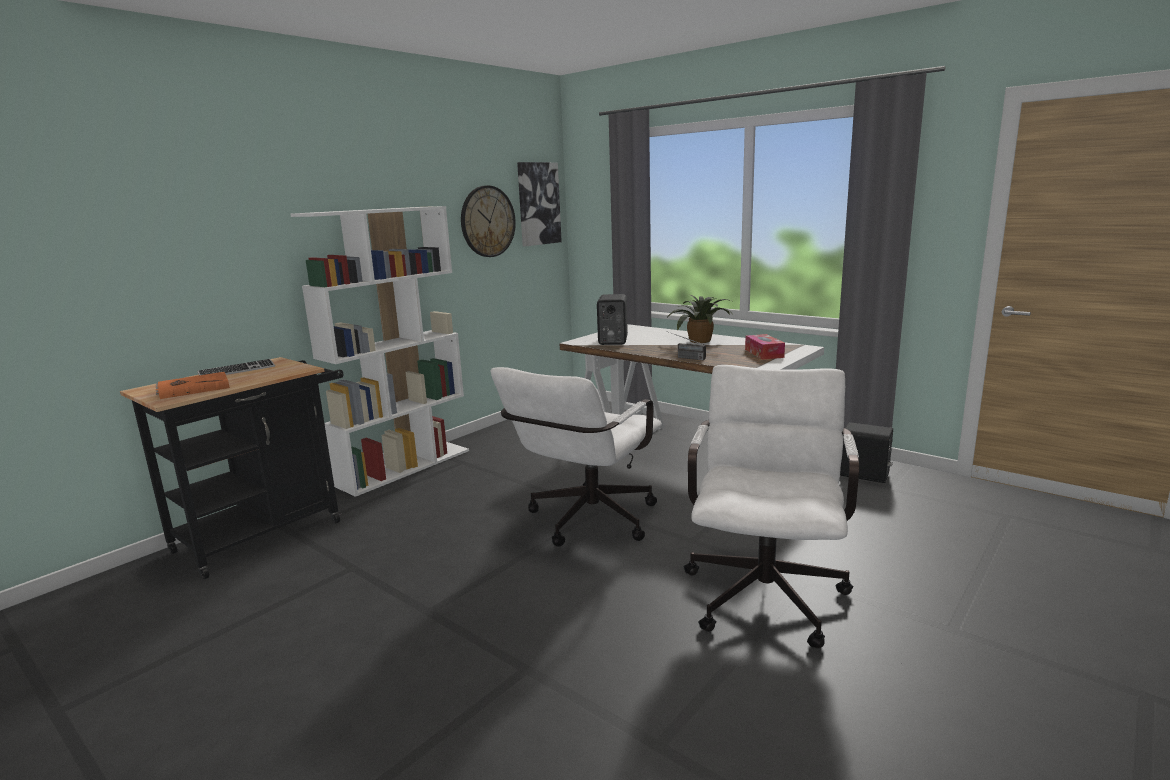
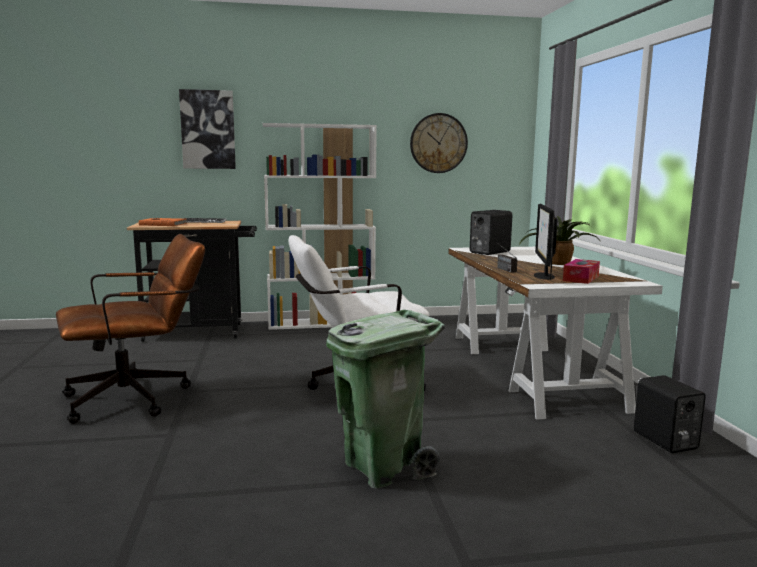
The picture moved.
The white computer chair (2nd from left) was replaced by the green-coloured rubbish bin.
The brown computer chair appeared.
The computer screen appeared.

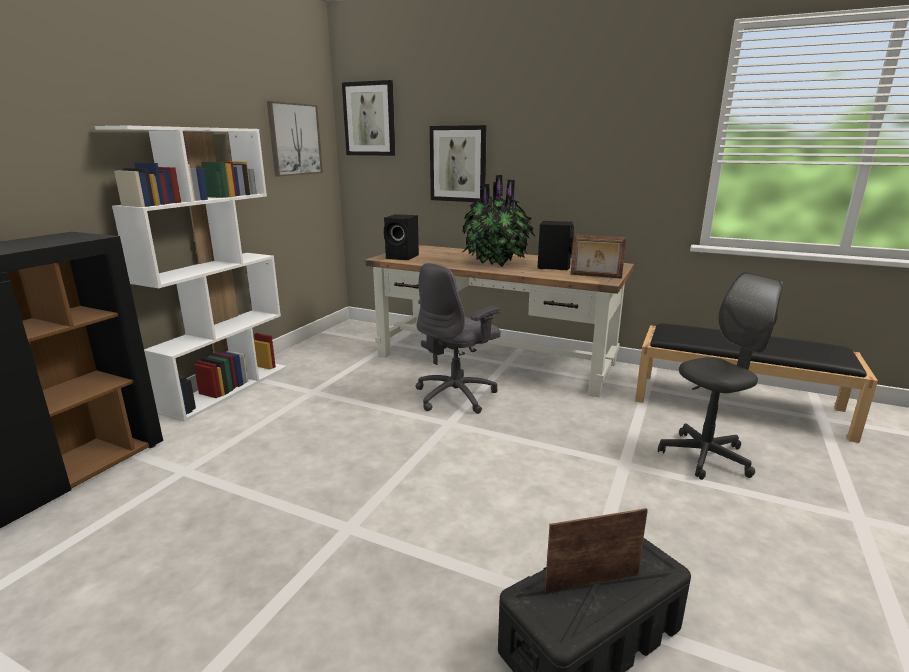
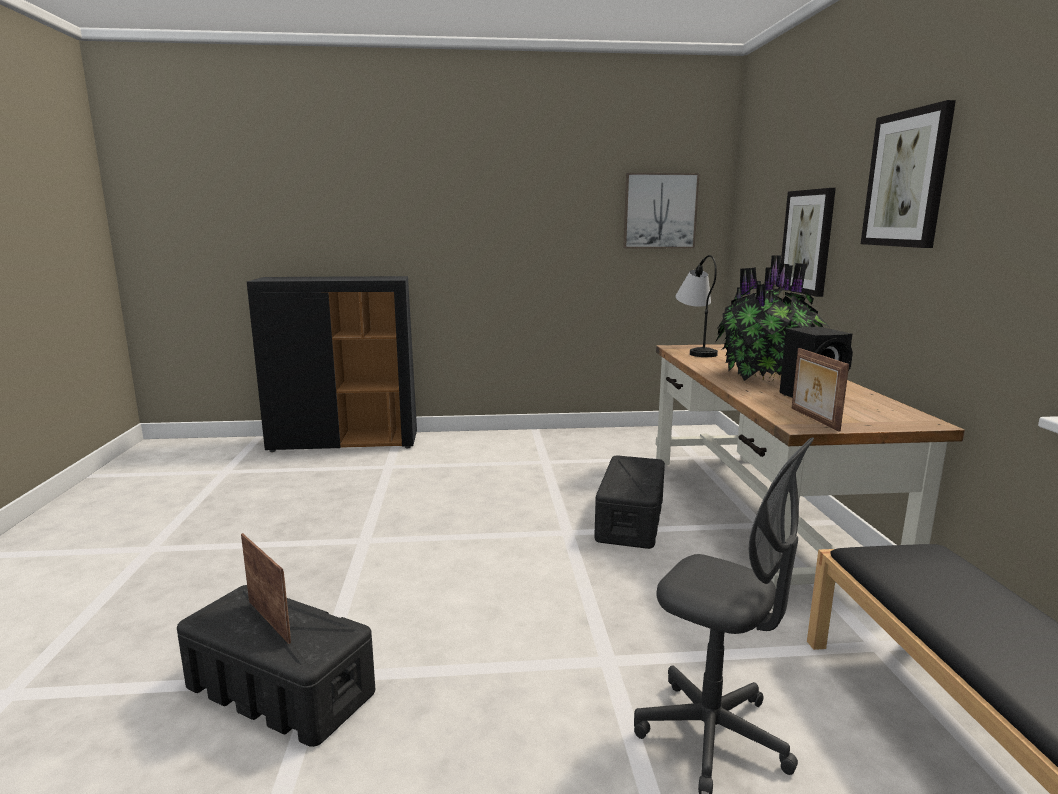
The white shelving unit disappeared.
The picture (2nd from left in the first image) moved.
The blackish audio speaker (1st from left) was replaced by the table lamp.
The grey computer chair (1st from left) was replaced by the blackish storage bin (2nd from left).

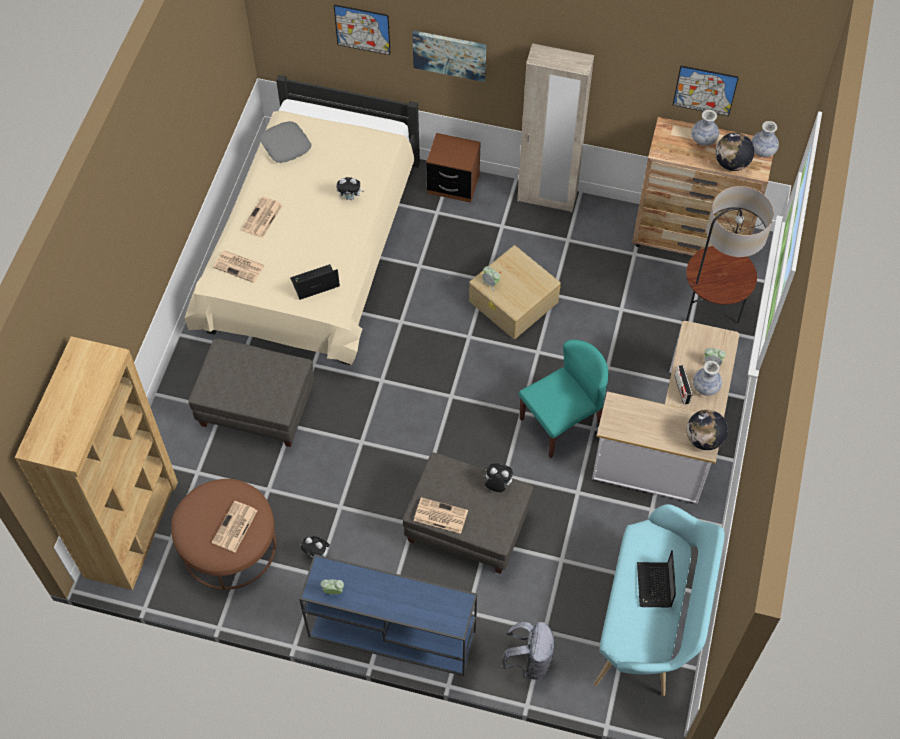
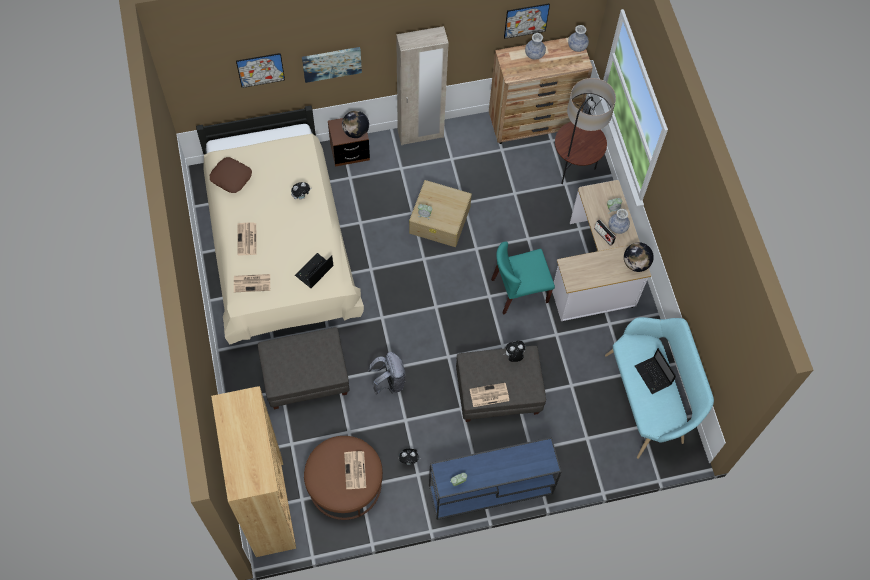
The grey cushion became the brown cushion.
The grey rucksack moved.
The blue-green plain chair turned 135 degrees counterclockwise.
The globe (2nd from left in the first image) moved.

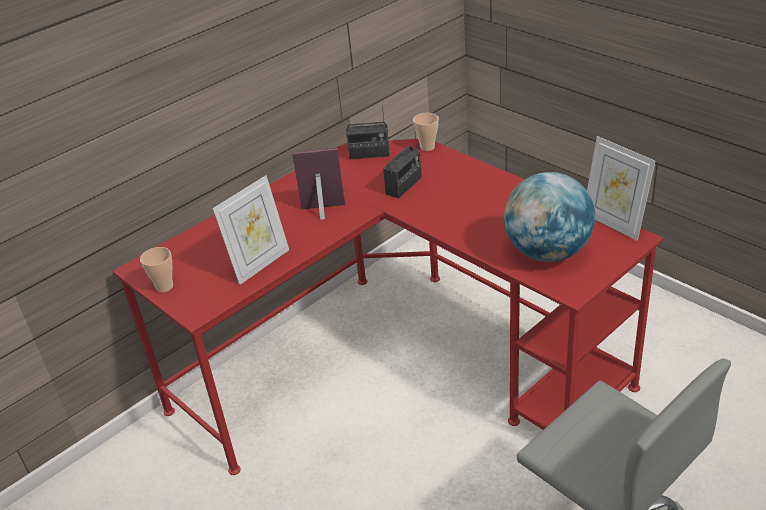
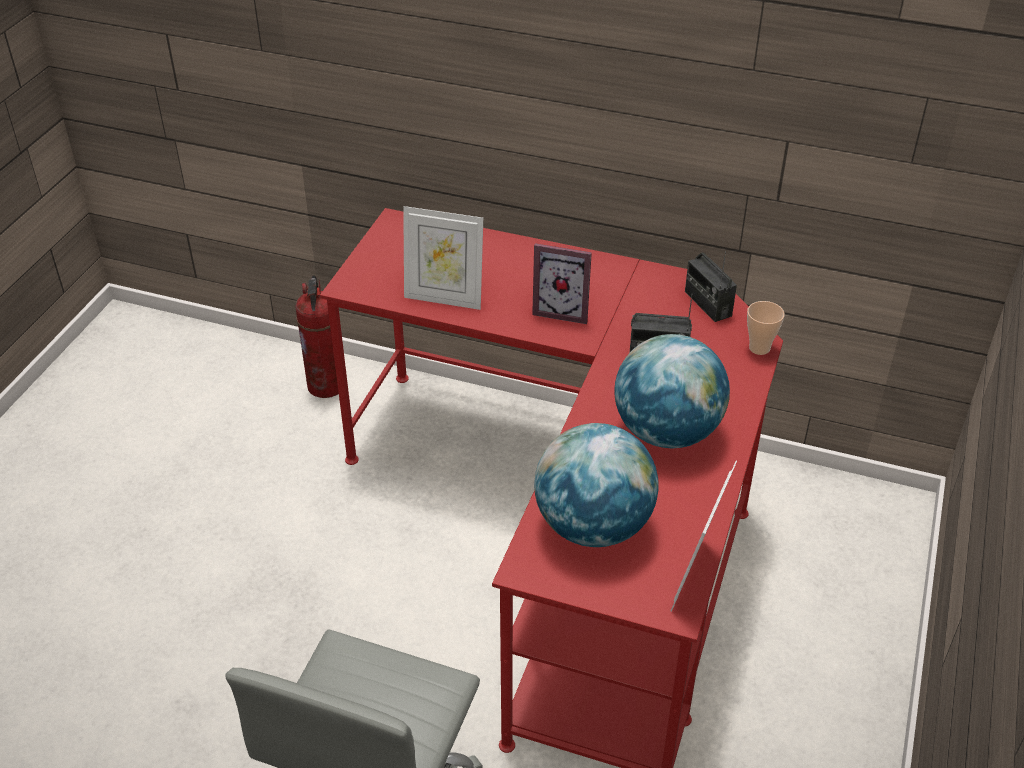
The small cup (1st from left) disappeared.
The photo frame (2nd from left) turned 135 degrees clockwise.
The fire-fighting cylinder appeared.
The globe (2nd from left) appeared.

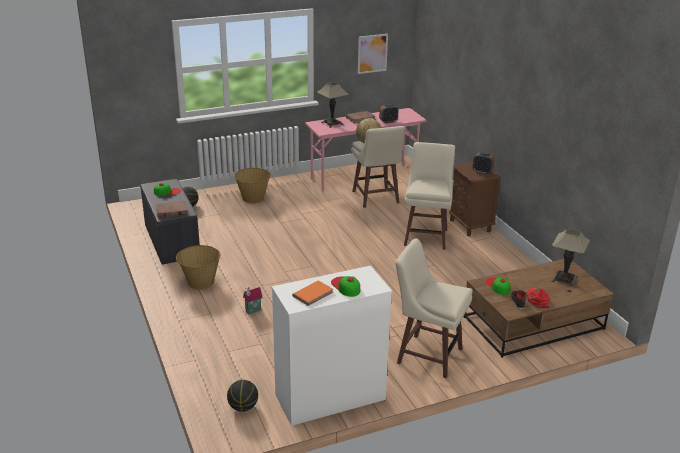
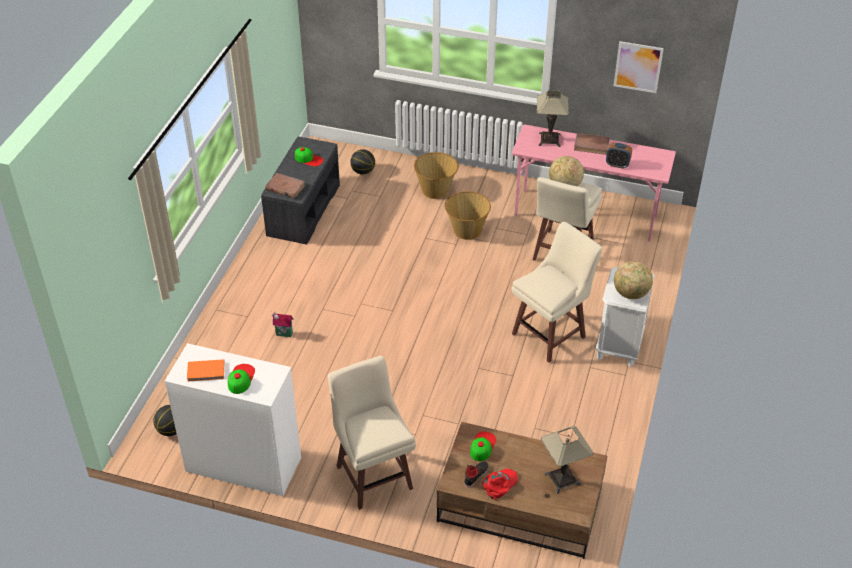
The basket (1st from left in the first image) moved.
The brown nightstand became the white nightstand.
The alarm clock (2nd from left) was replaced by the globe (2nd from left).

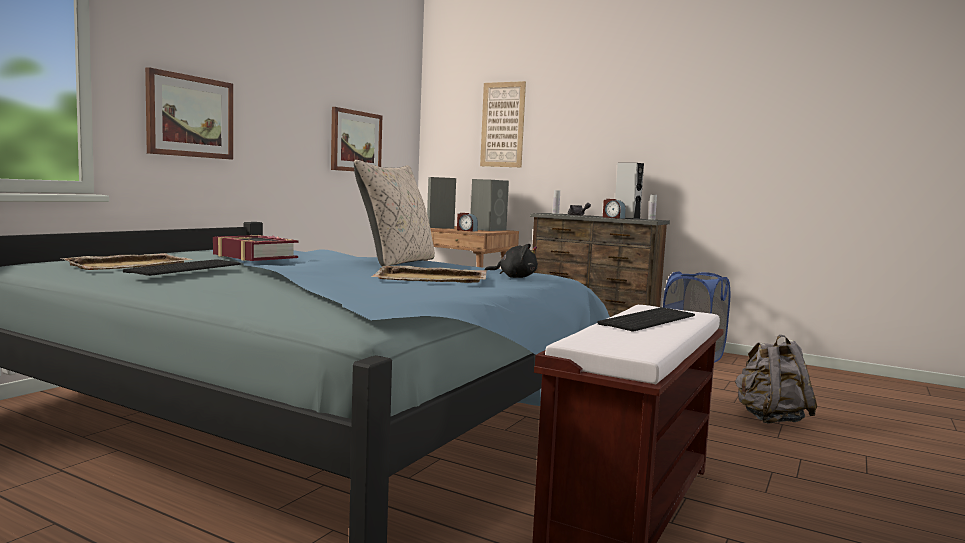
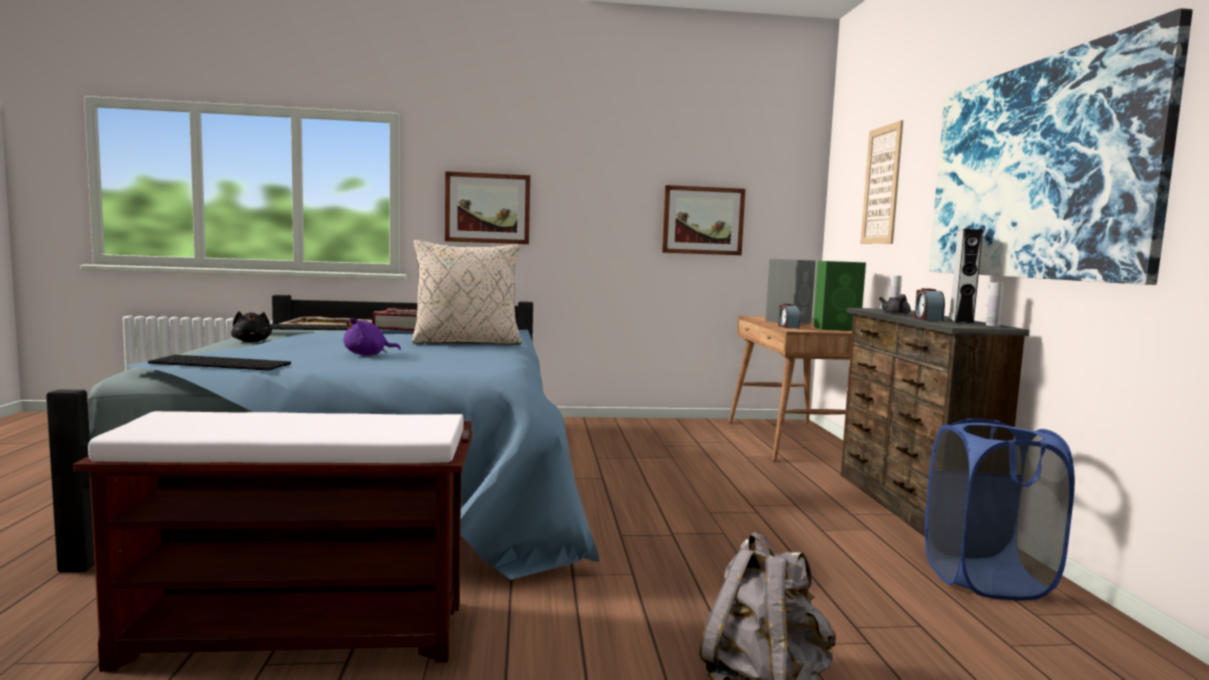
The sand-coloured serving tray (2nd from left) was replaced by the purple-coloured soft toy.
The grey audio speaker (2nd from left) became the green-coloured audio speaker.
The blackish soft toy moved.
The computer keyboard (2nd from left in the first image) moved.
The picture (4th from left) appeared.

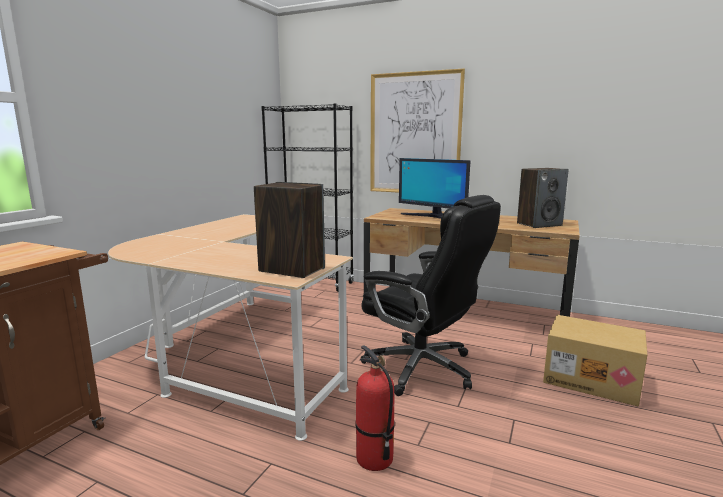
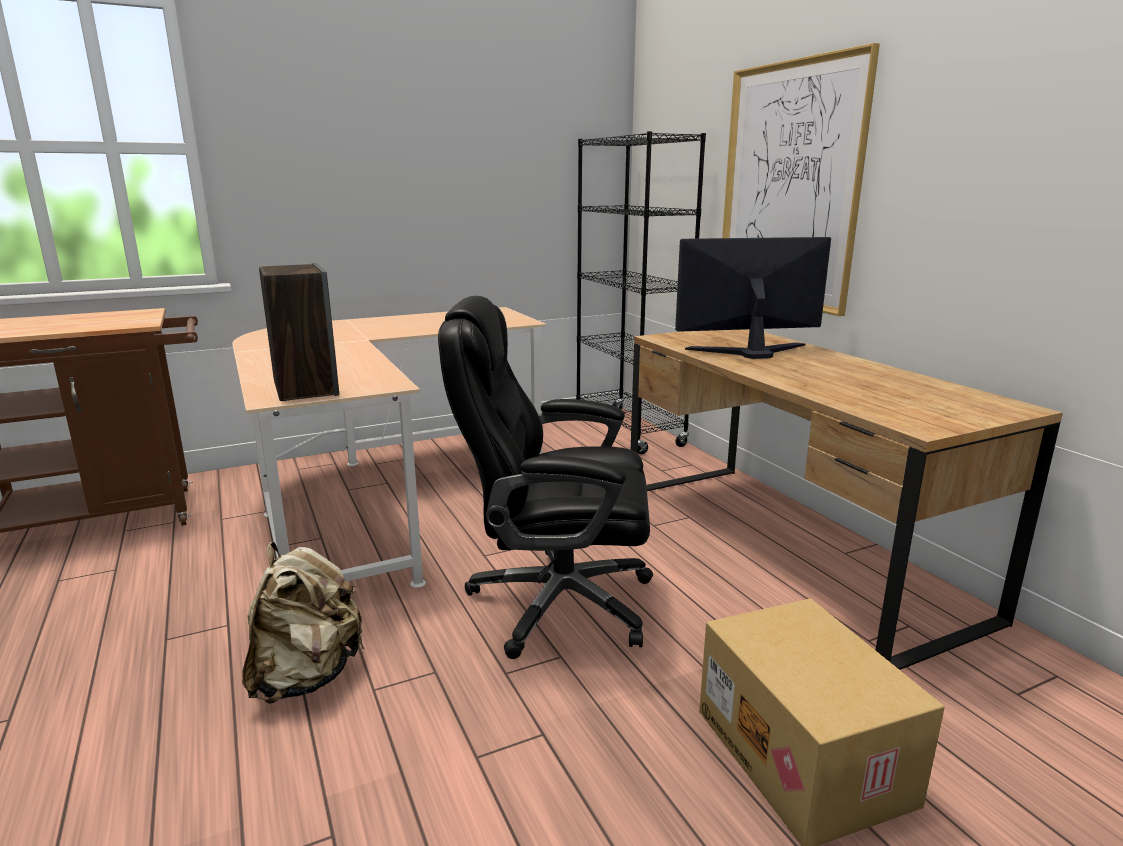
The fire-fighting cylinder was replaced by the sand-coloured rucksack.
The blackish computer chair turned 105 degrees clockwise.
The computer screen turned 90 degrees clockwise.
The audio speaker (2nd from left) disappeared.

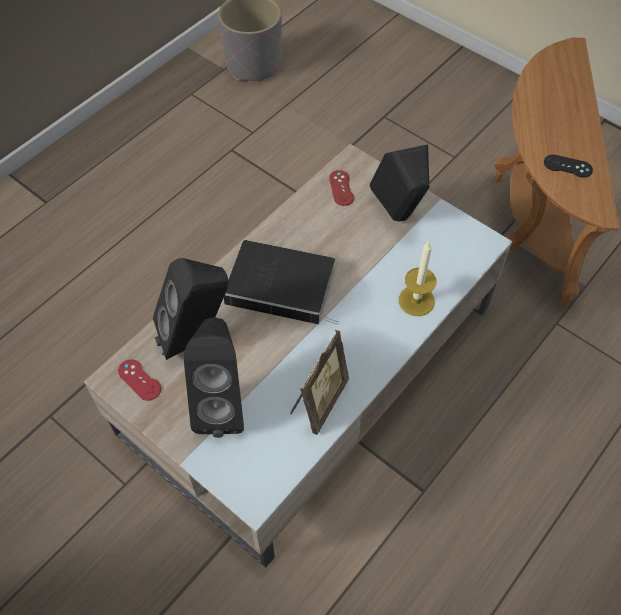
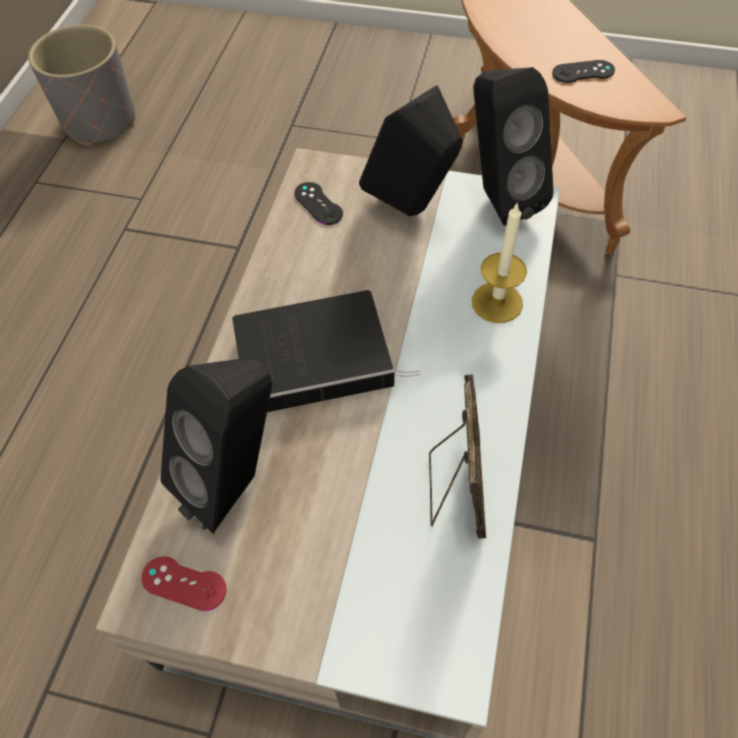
The blackish audio speaker (2nd from left in the first image) moved.
The reddish gamepad (2nd from left) became the blackish gamepad (1st from left).

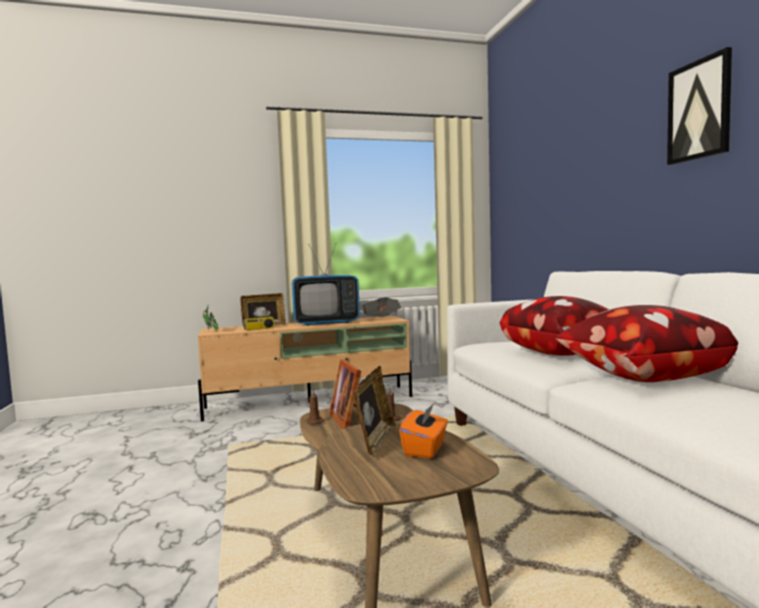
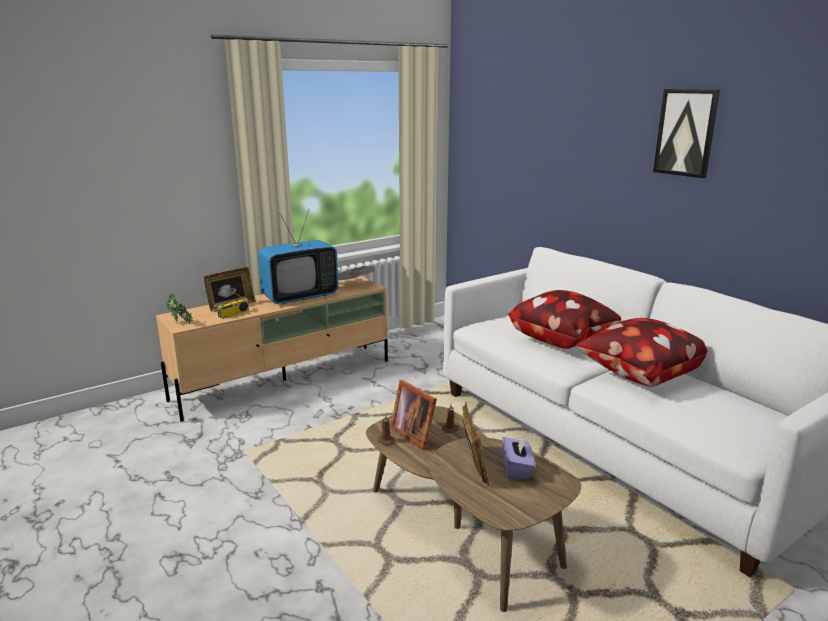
The orange tissue box became the purple-coloured tissue box.

